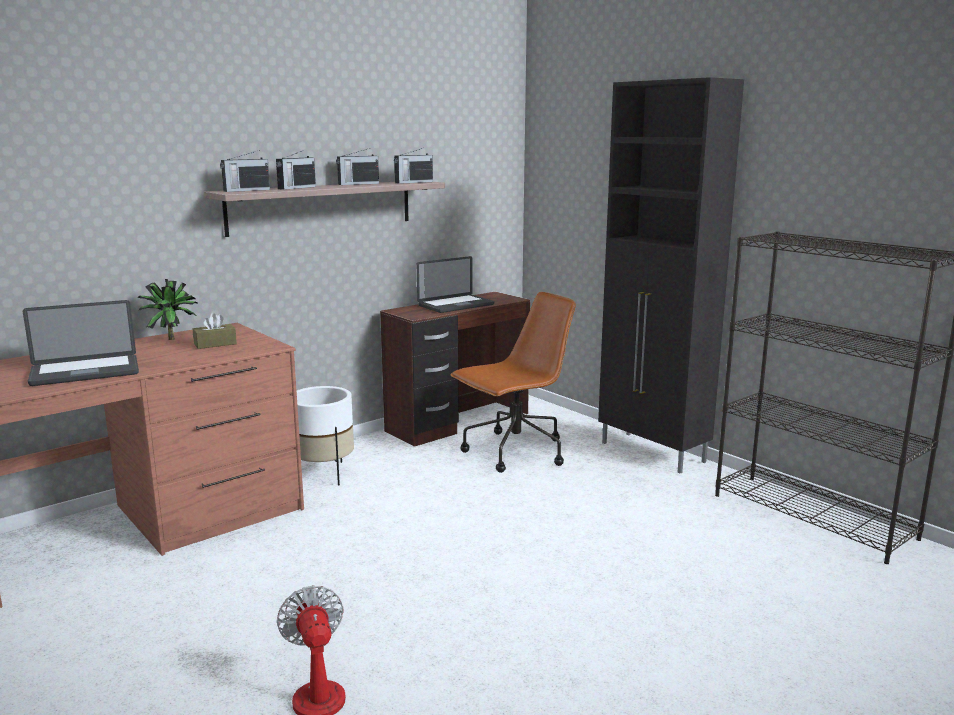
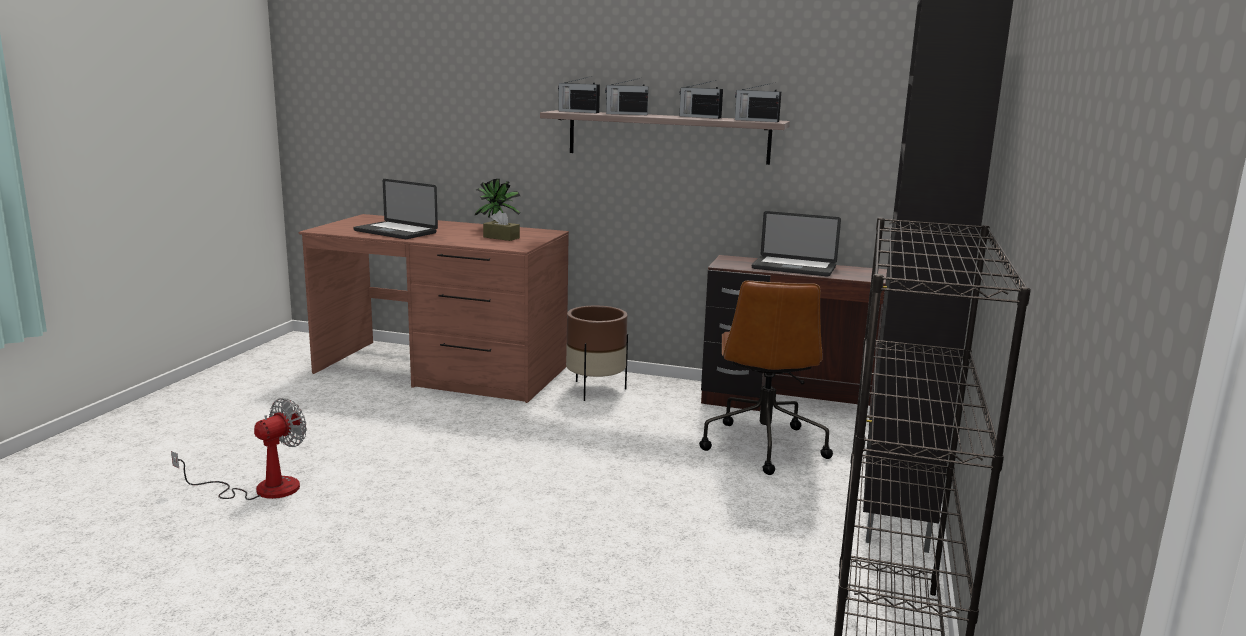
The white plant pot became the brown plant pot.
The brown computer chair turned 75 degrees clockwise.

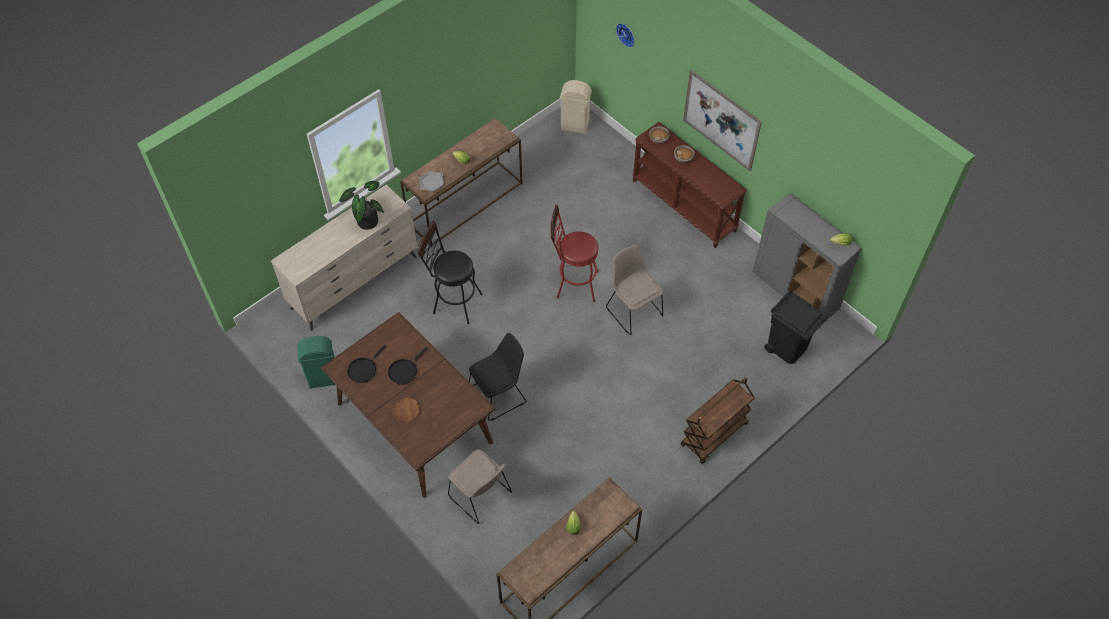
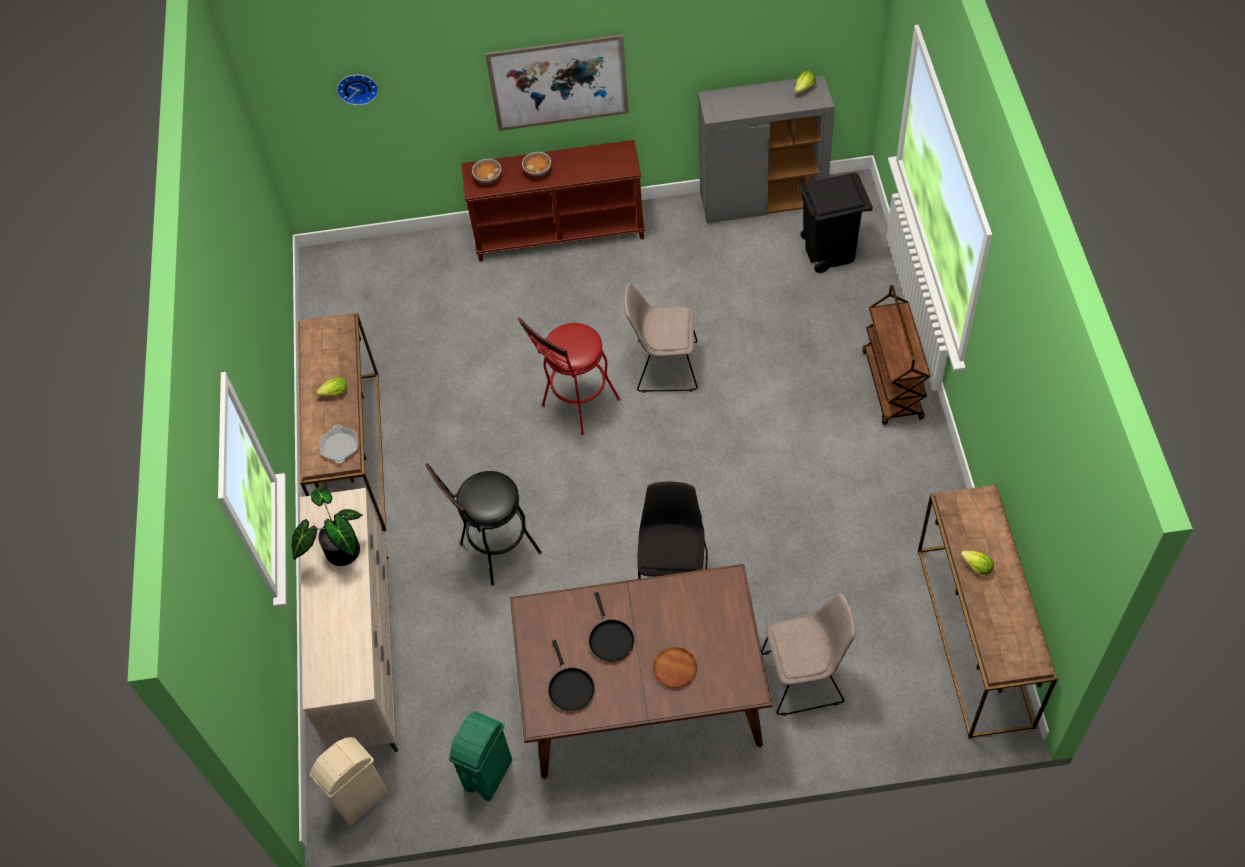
The sand-coloured rubbish bin moved.

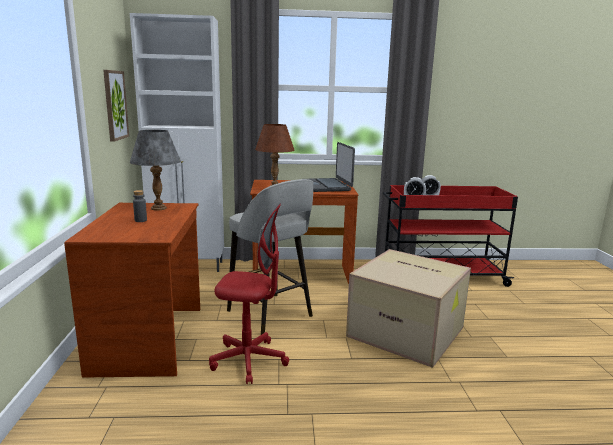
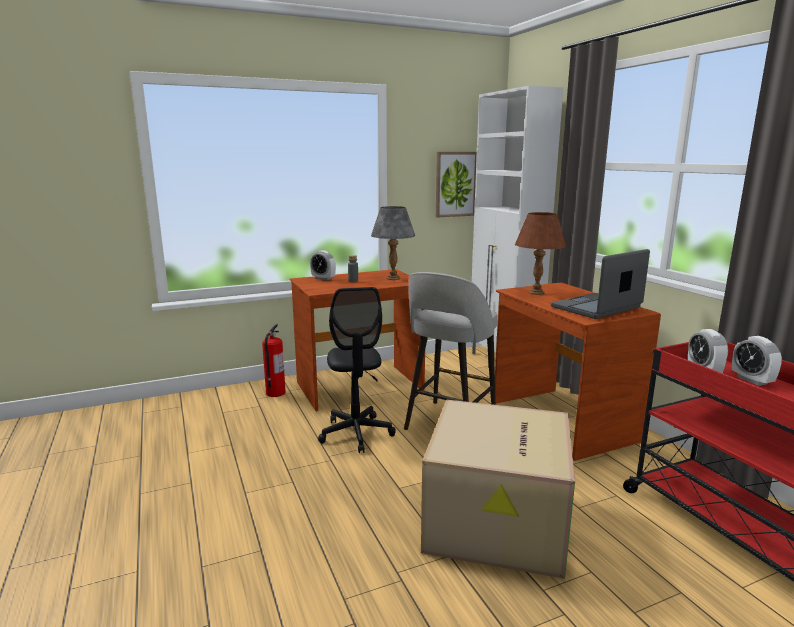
The reddish computer chair became the blackish computer chair.
The fire-fighting cylinder appeared.
The alarm clock (1st from left) appeared.

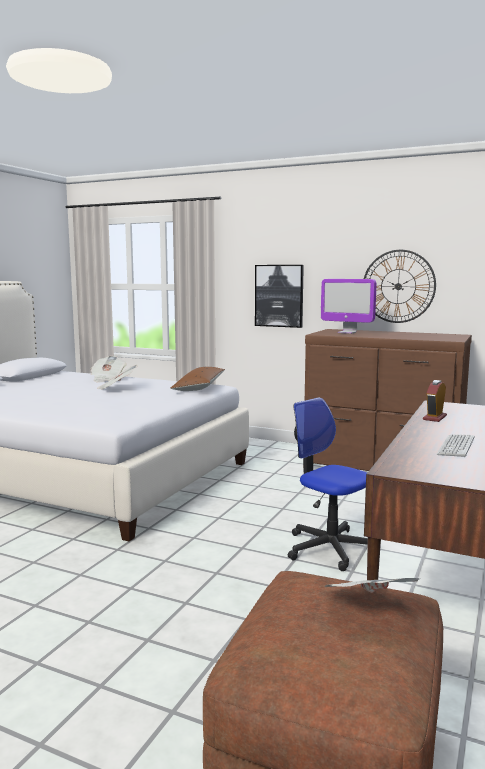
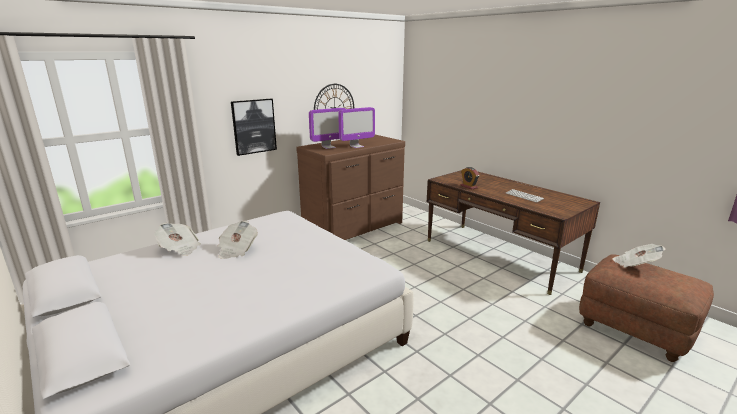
The brown cushion disappeared.
The computer chair disappeared.
The computer screen (2nd from left) appeared.

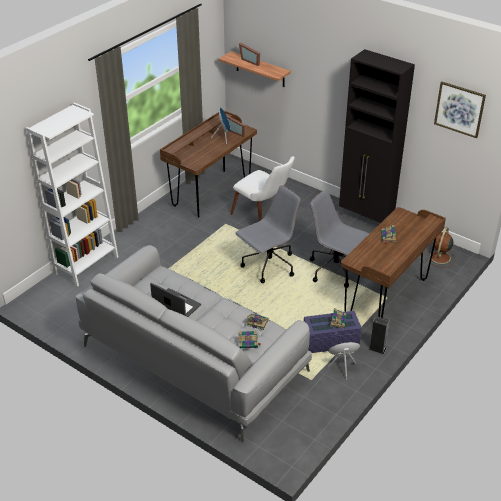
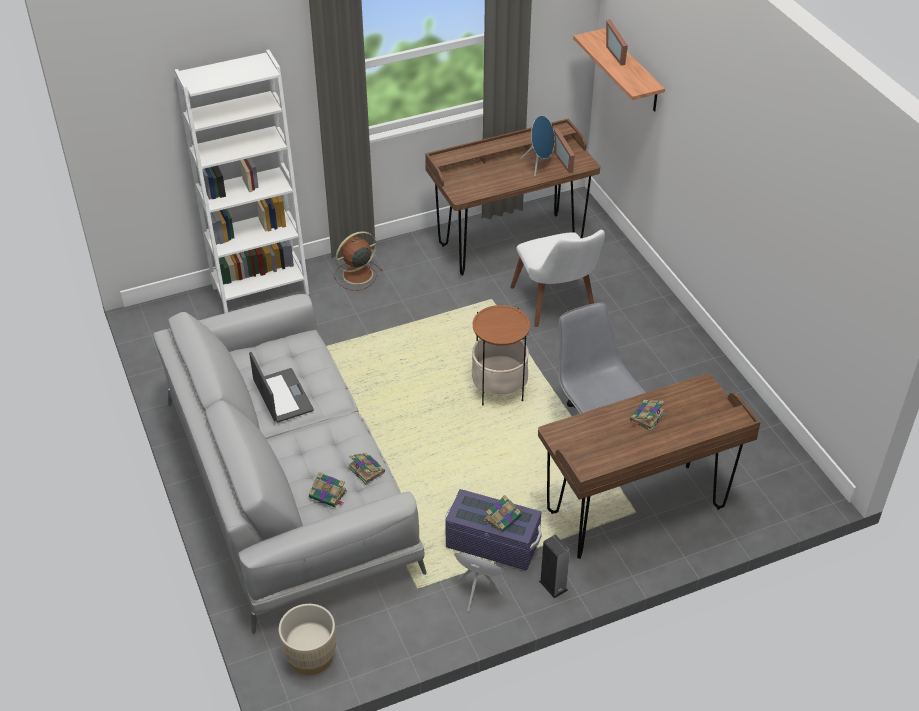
The grey computer chair (1st from left) was replaced by the accent table.
The blackish storage cabinet disappeared.
The brown cooling fan moved.
The picture disappeared.
The sand-coloured plant pot appeared.

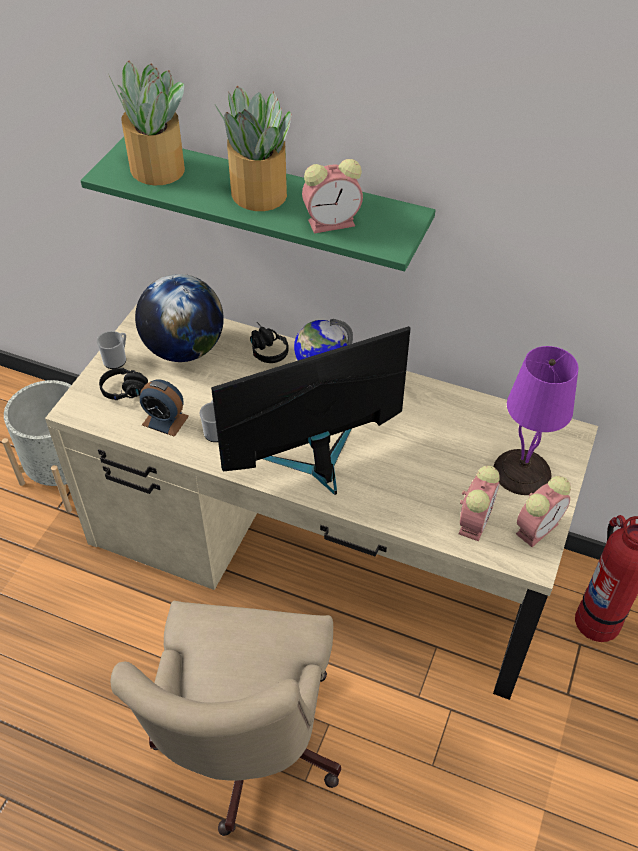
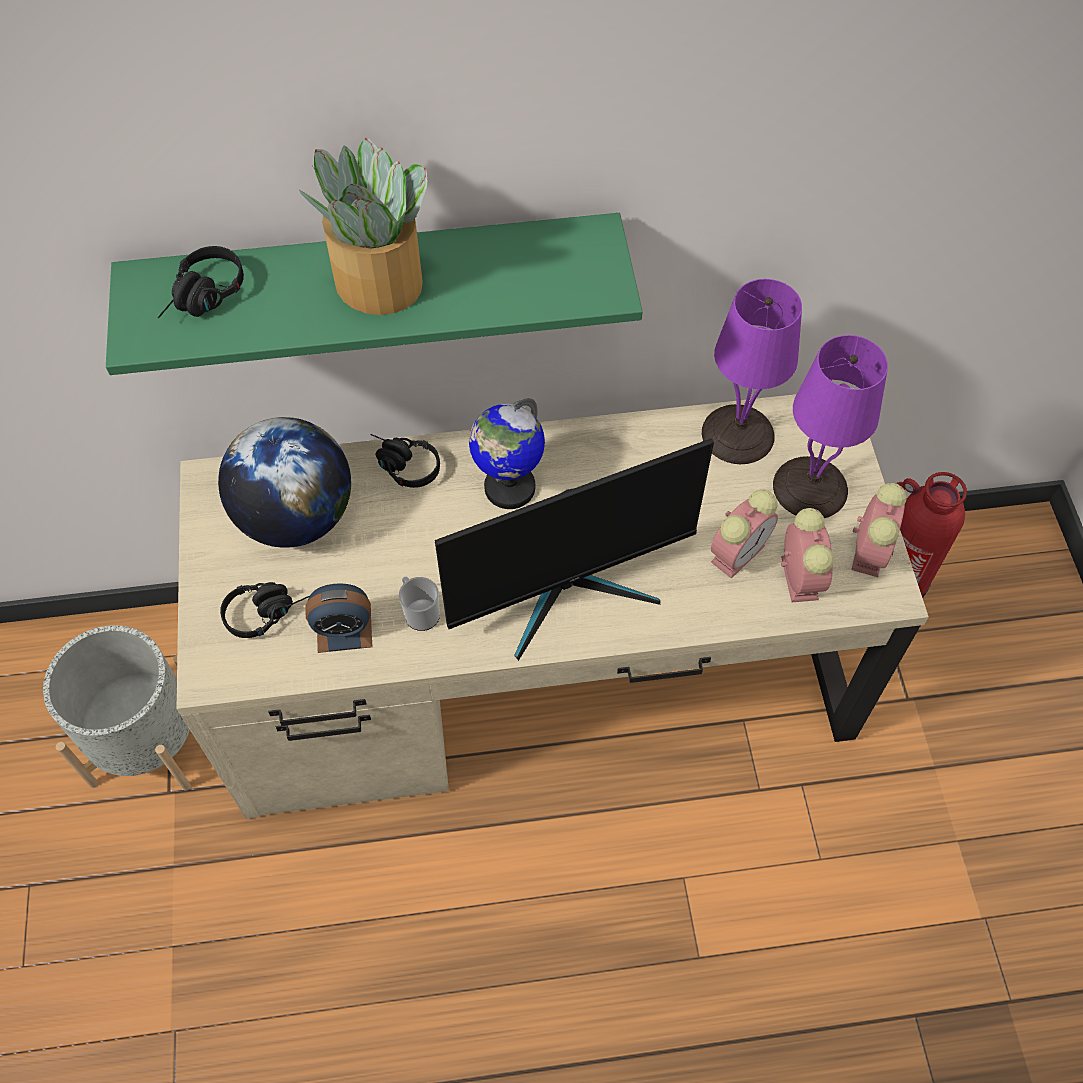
The coffee mug (1st from left) disappeared.
The houseplant (1st from left) was replaced by the blackish headphones (1st from left).
The sand-coloured computer chair disappeared.
The computer screen turned 150 degrees counterclockwise.
The alarm clock (2nd from left) moved.
The purple-coloured table lamp (1st from left) appeared.

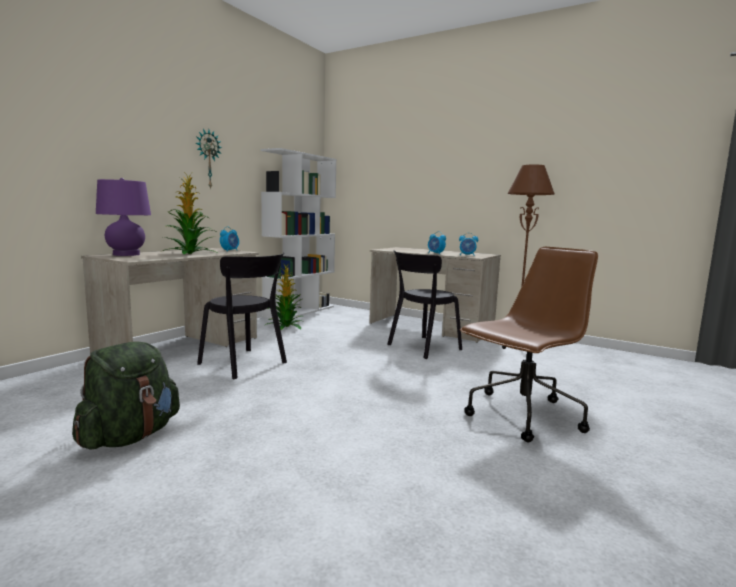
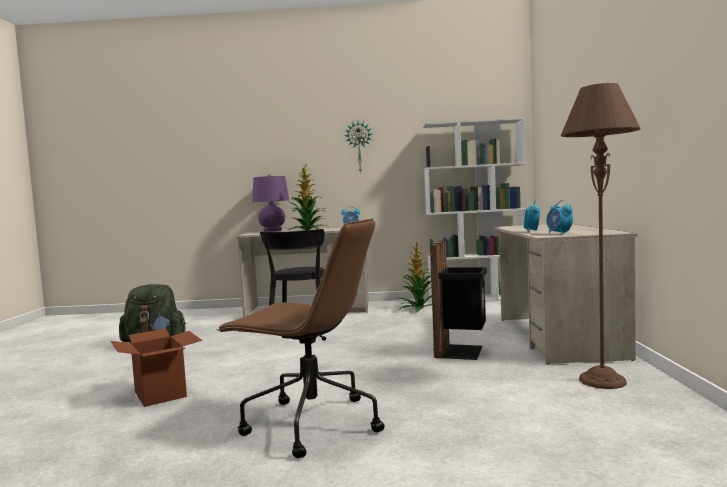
The blackish plain chair (2nd from left) was replaced by the blackish rubbish bin.
The carton appeared.

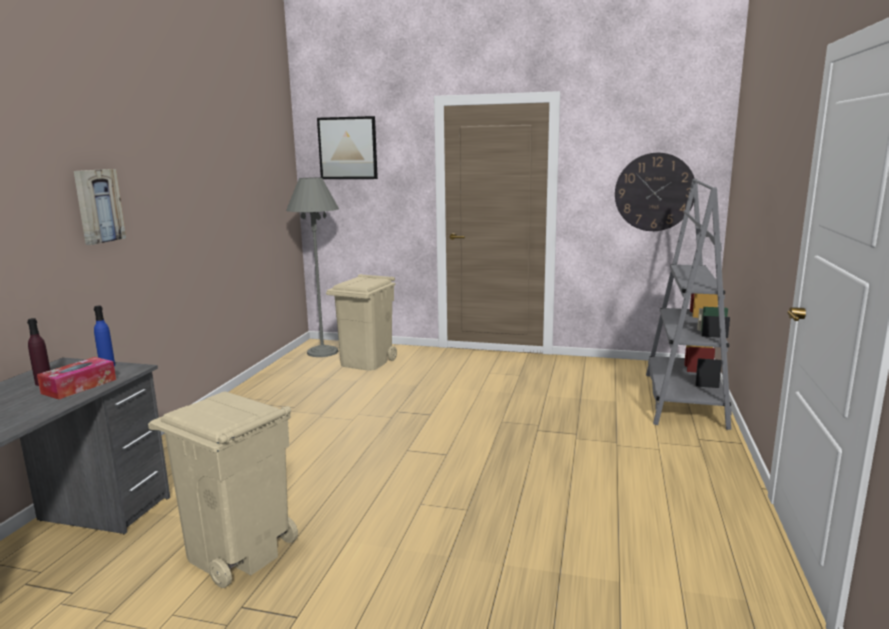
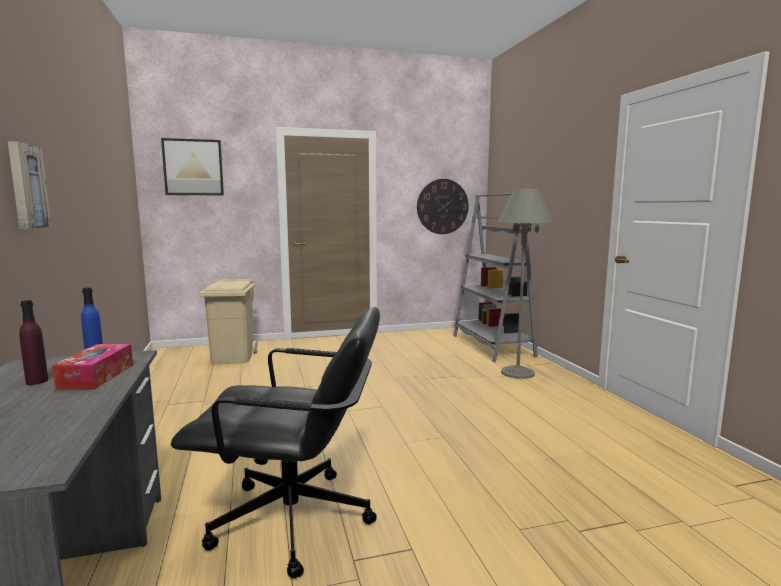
The sand-coloured rubbish bin (1st from left) was replaced by the blackish computer chair.
The grey standing lamp moved.

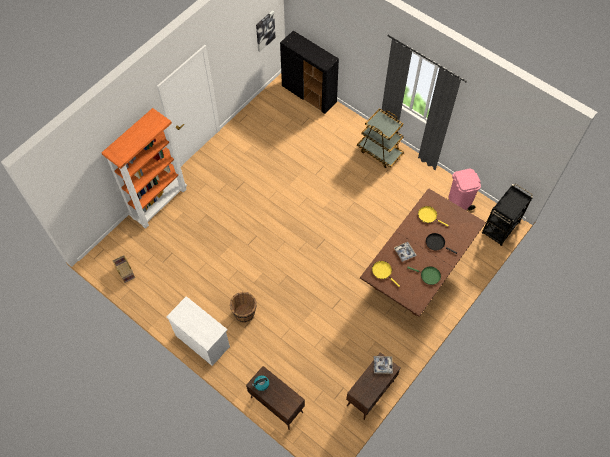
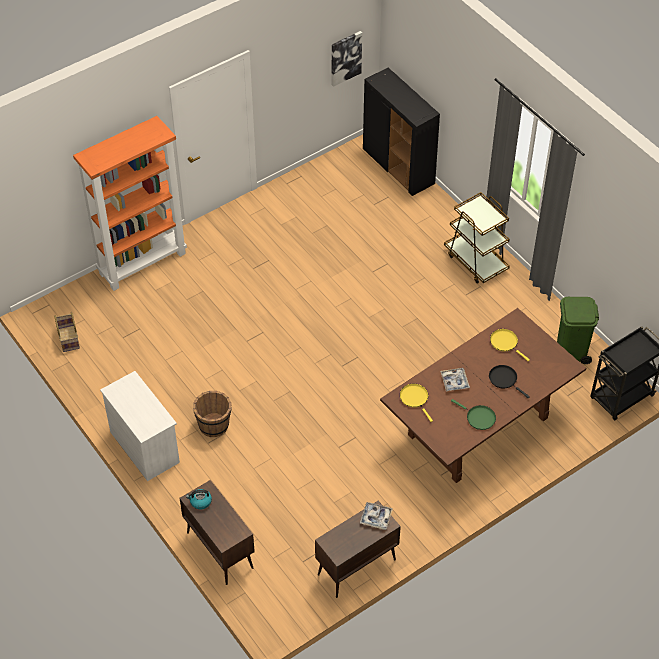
The pink-coloured rubbish bin became the green-coloured rubbish bin.

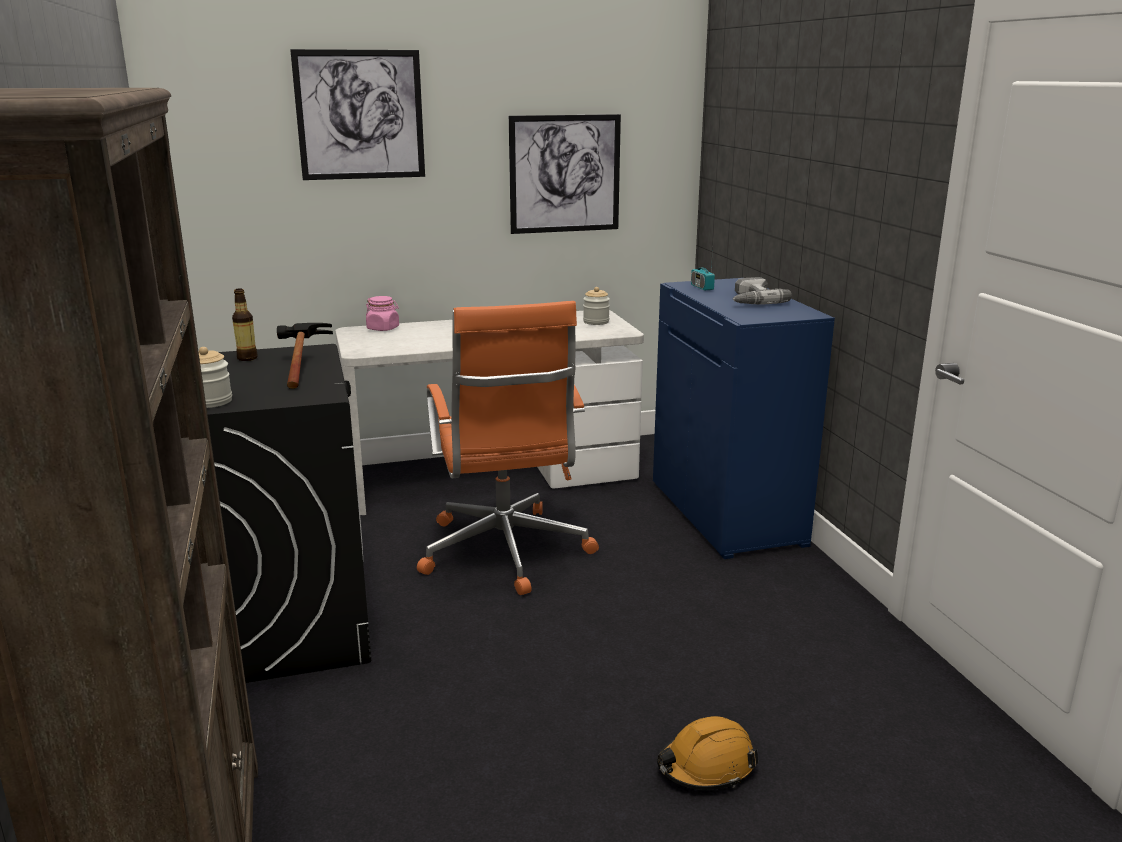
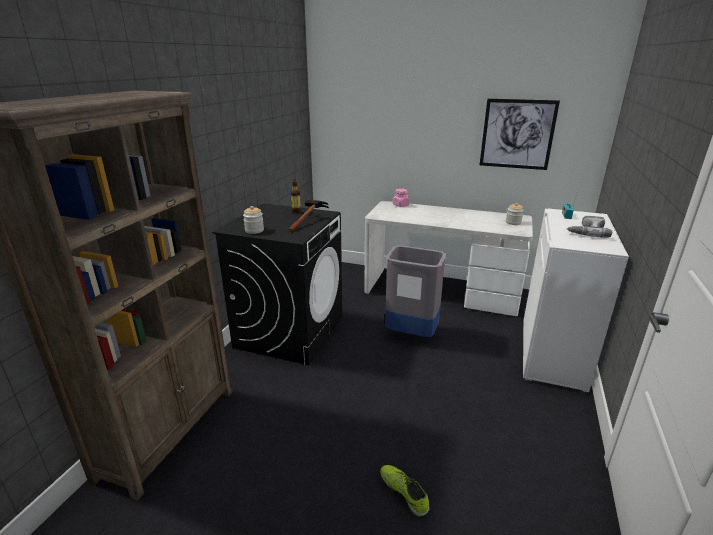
The picture (1st from left) disappeared.
The orange computer chair was replaced by the grey rubbish bin.
The blue storage cabinet became the white storage cabinet.
The orange safety helmet was replaced by the low shoe.

